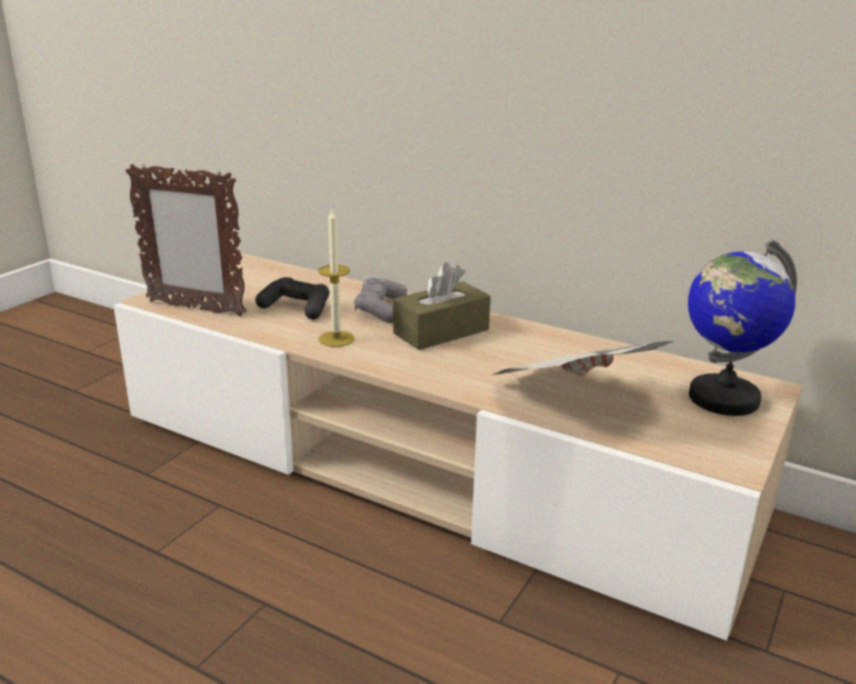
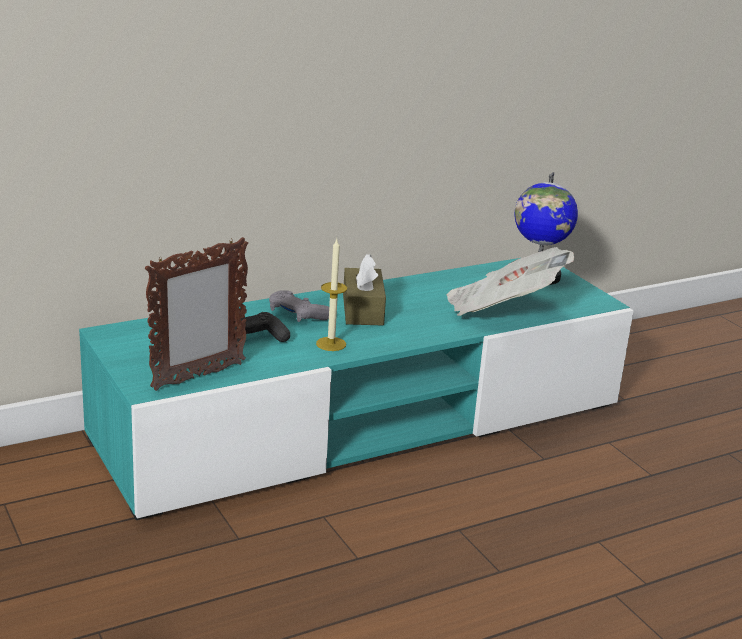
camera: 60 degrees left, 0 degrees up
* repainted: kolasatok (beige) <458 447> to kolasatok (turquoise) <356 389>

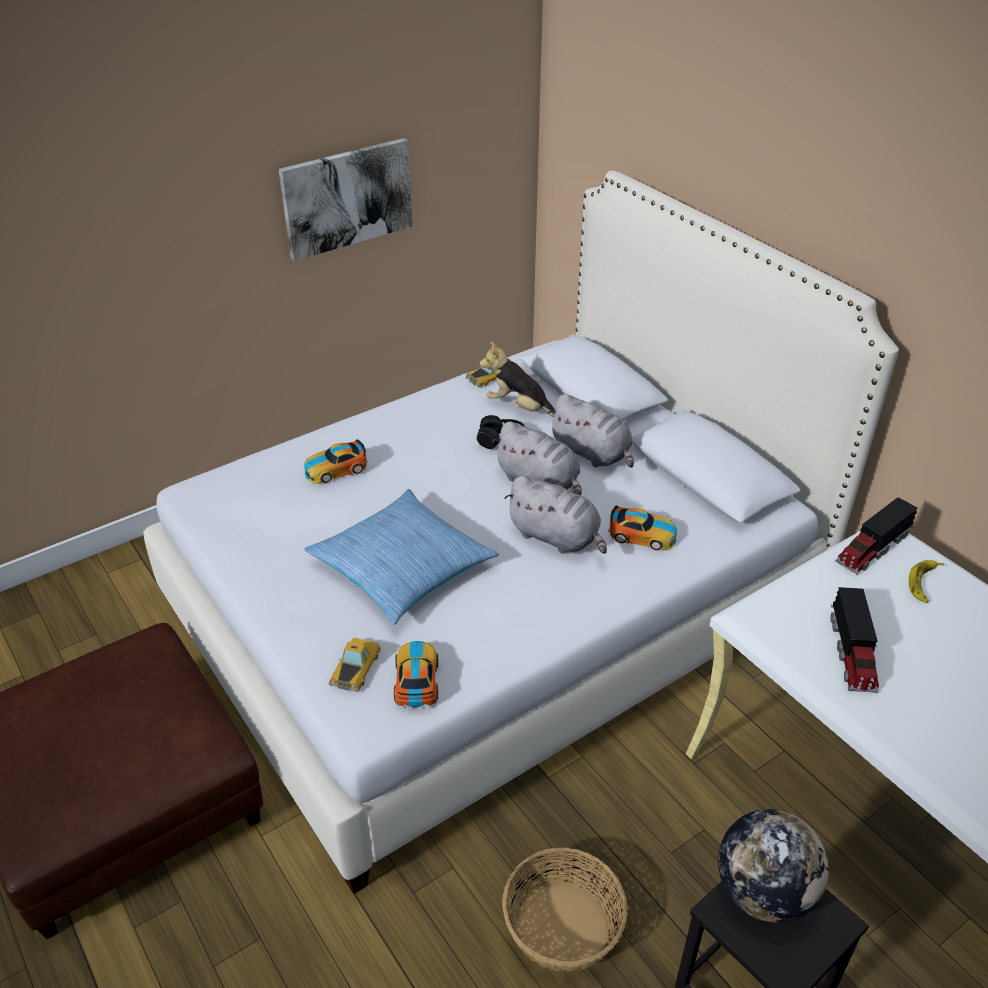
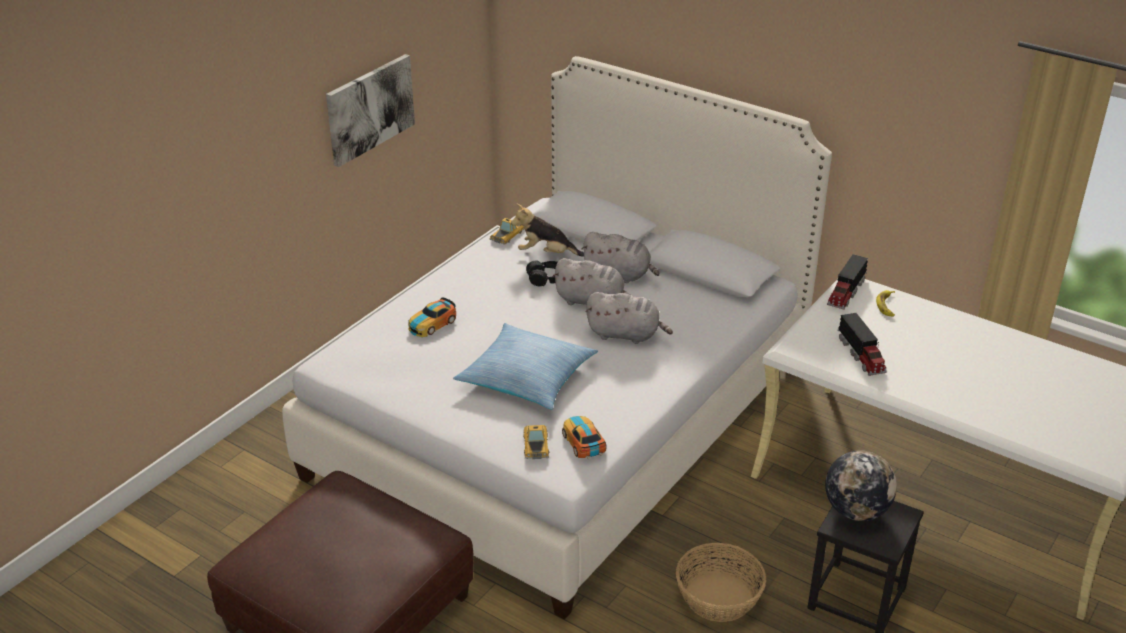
camera: 20 degrees left, 5 degrees down
* gone: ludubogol <642 528>

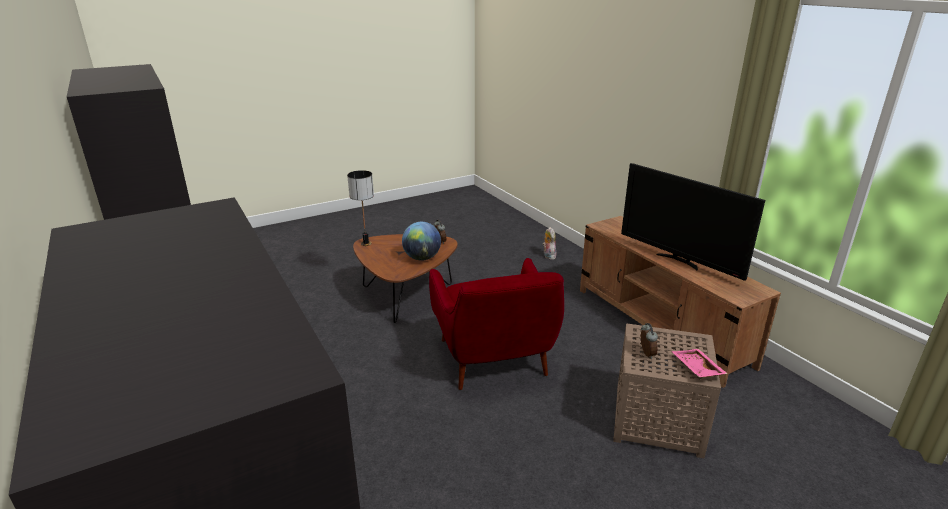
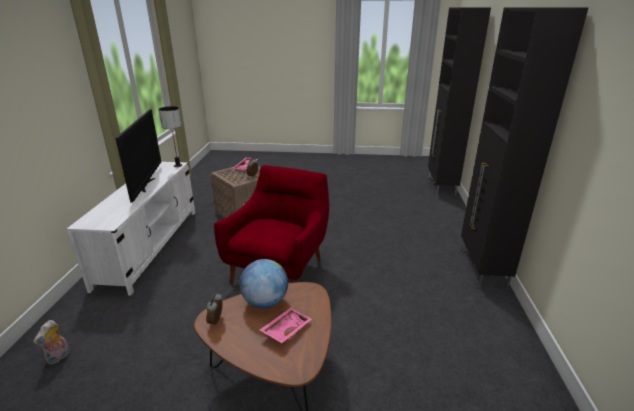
camera: 145 degrees left, 0 degrees up
* new: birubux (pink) <286 325>
* shifted: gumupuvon <360 208> to <170 136>
* repainted: kolasatok (brown) <680 302> to kolasatok (white) <131 229>

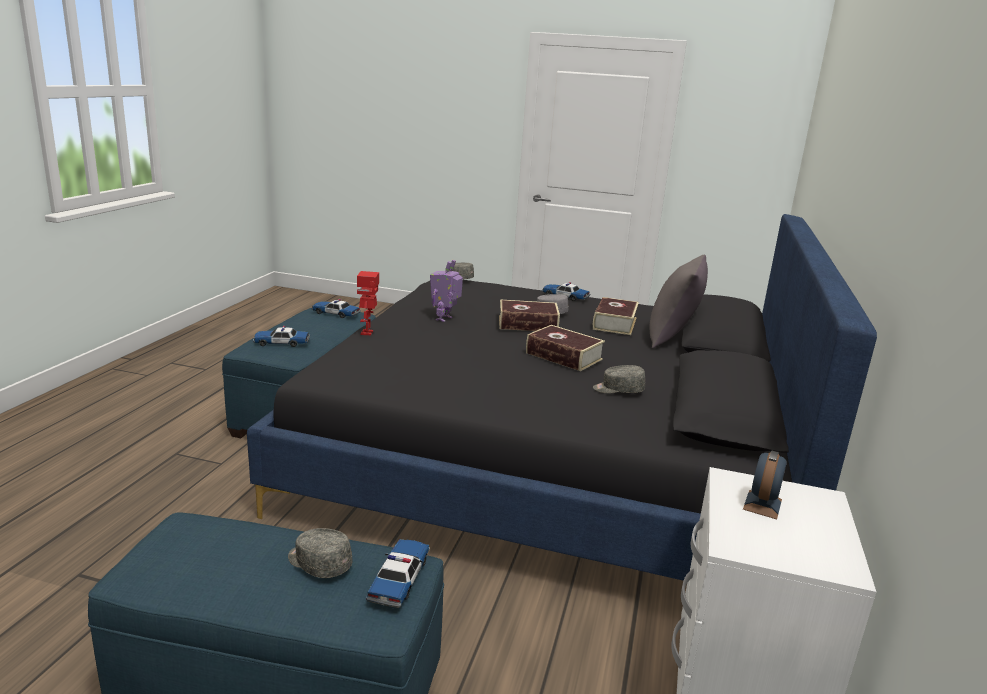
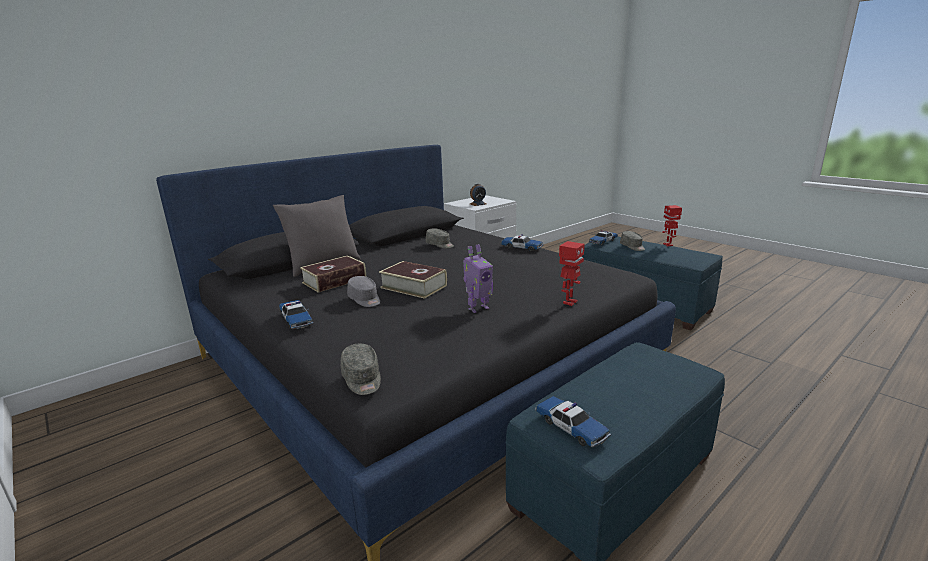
camera: 145 degrees left, 0 degrees up
* gone: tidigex <565 348>
* new: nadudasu <672 225>
* shifted: ludubogol <281 336> to <522 242>

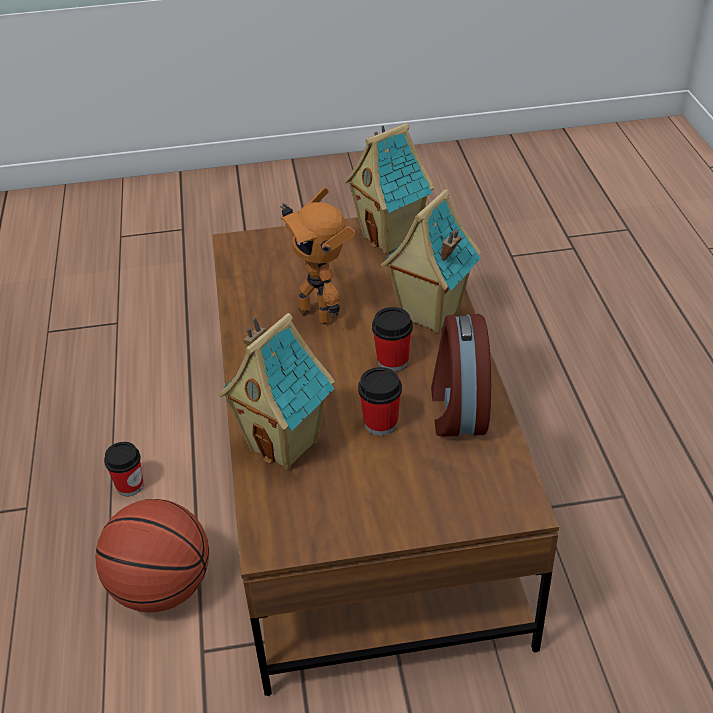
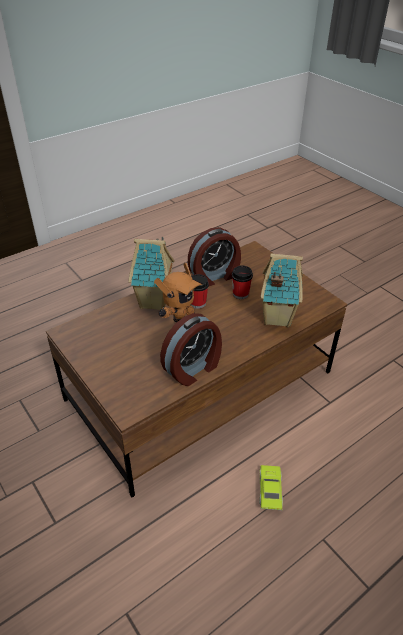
camera: 120 degrees left, 0 degrees up
* gone: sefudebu <152 556>
* gone: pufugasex <389 188>
* new: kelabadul <191 349>
* swapped: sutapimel <124 469> to ludubogol (green) <271 487>

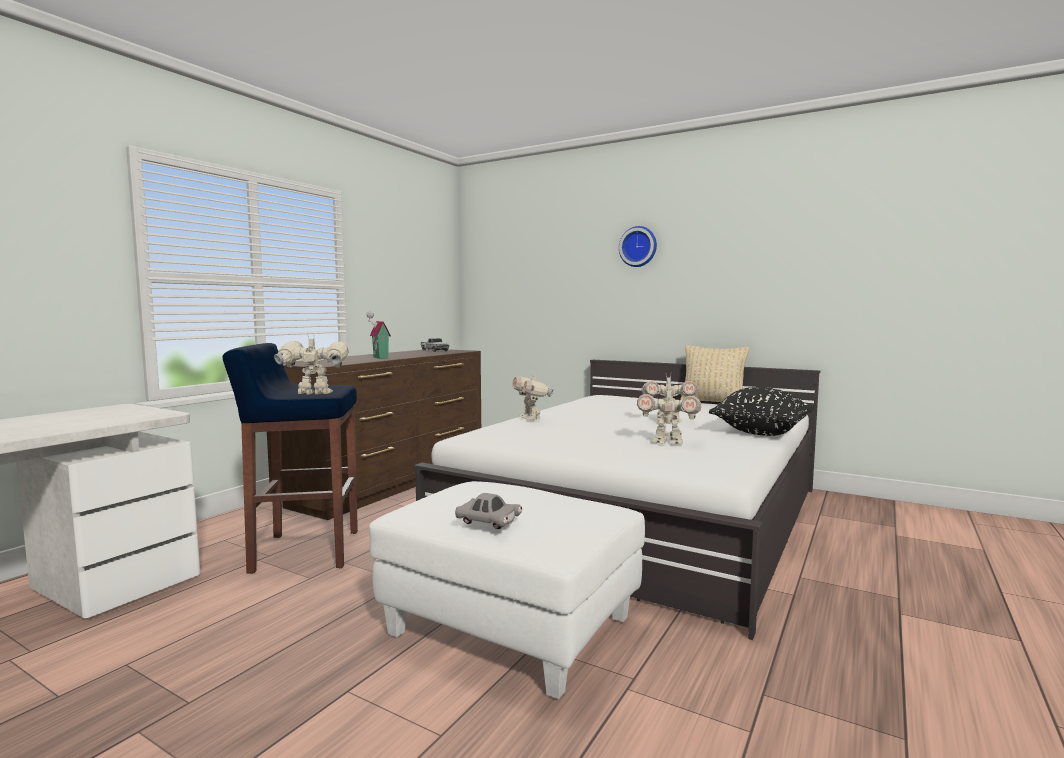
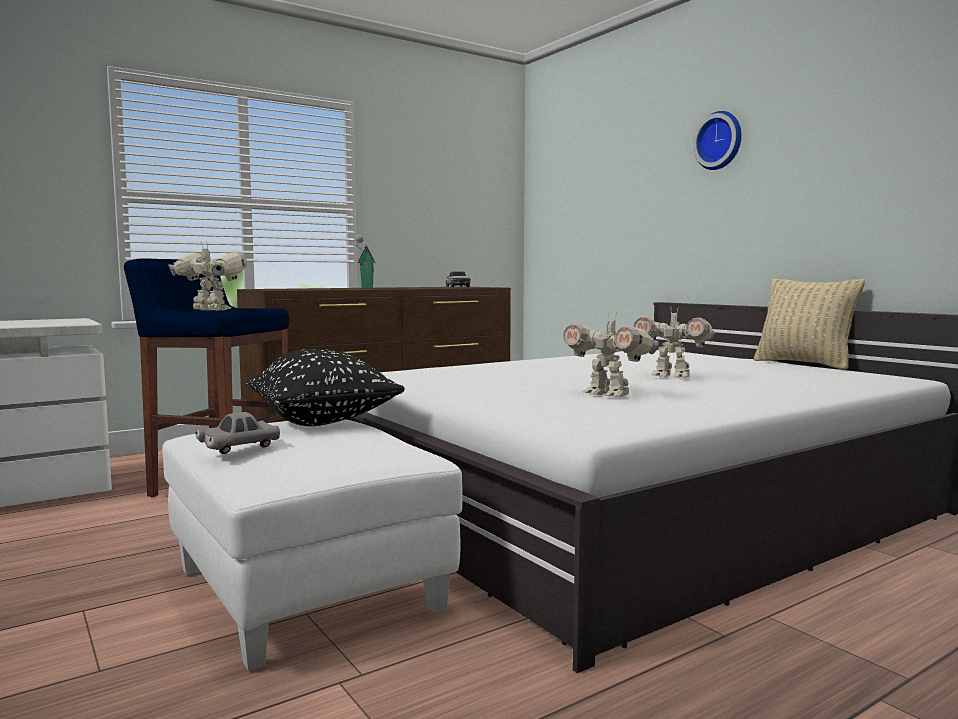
camera: 25 degrees right, 0 degrees up
* gone: nadudasu <532 396>
* shifted: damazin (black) <761 411> to <325 387>
* rotated: ludubogol (grey) <488 511> = <238 433> 90 degrees clockwise

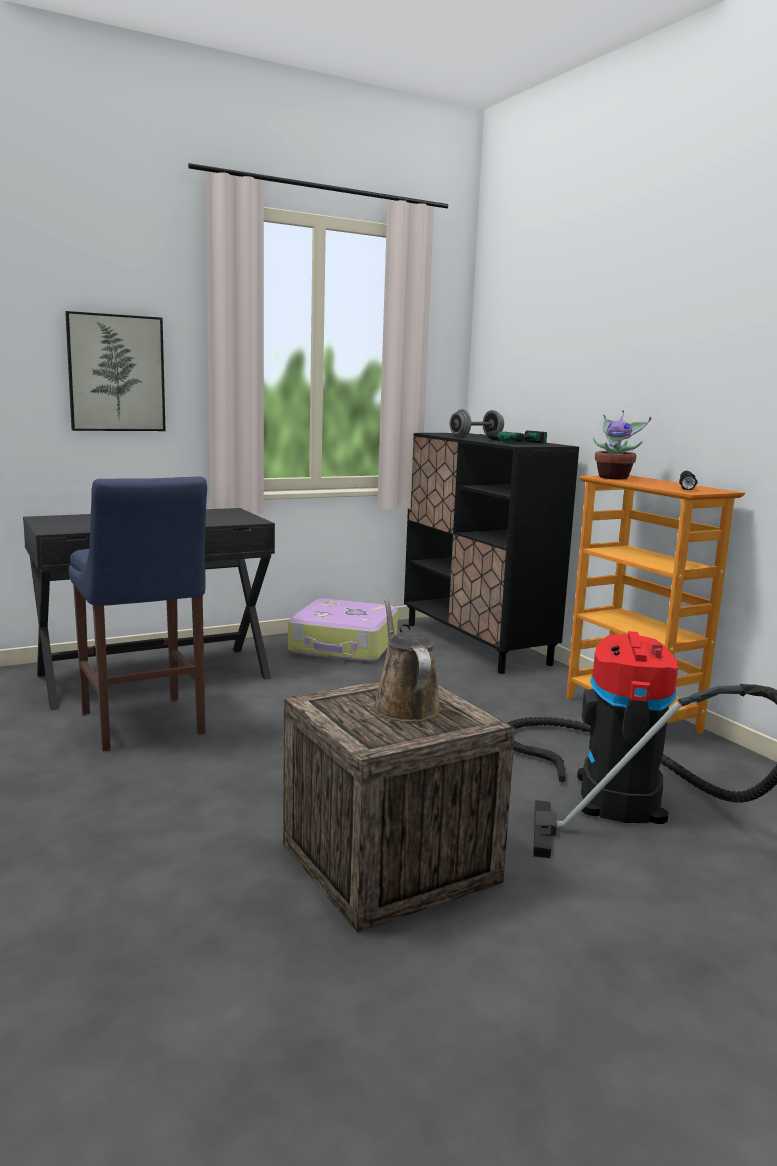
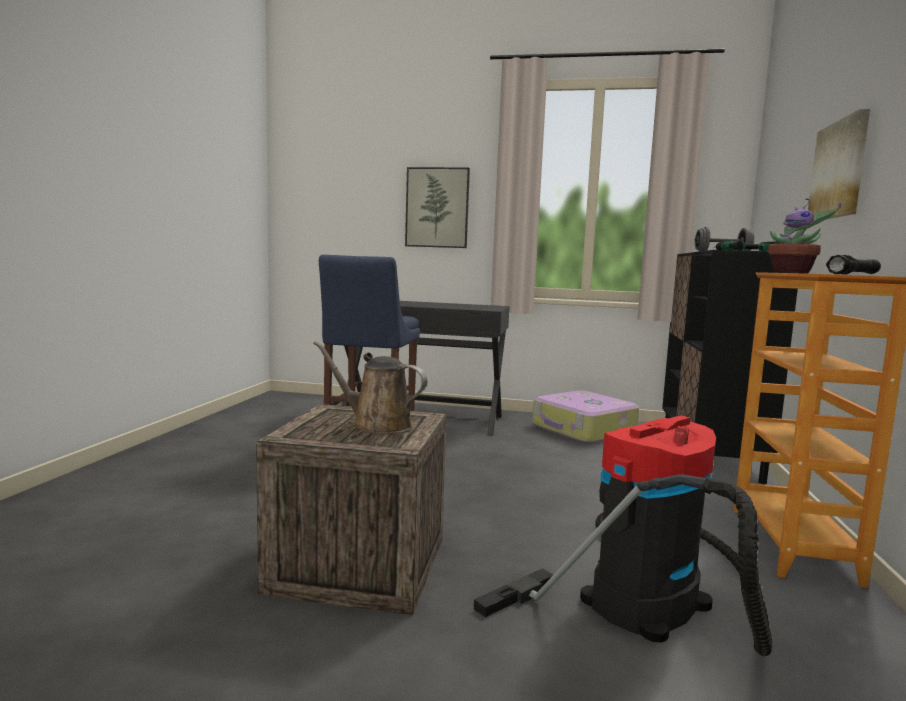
camera: 40 degrees right, 5 degrees down
* new: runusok <839 164>
* rotated: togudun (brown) <407 660> = <370 387> 90 degrees counterclockwise

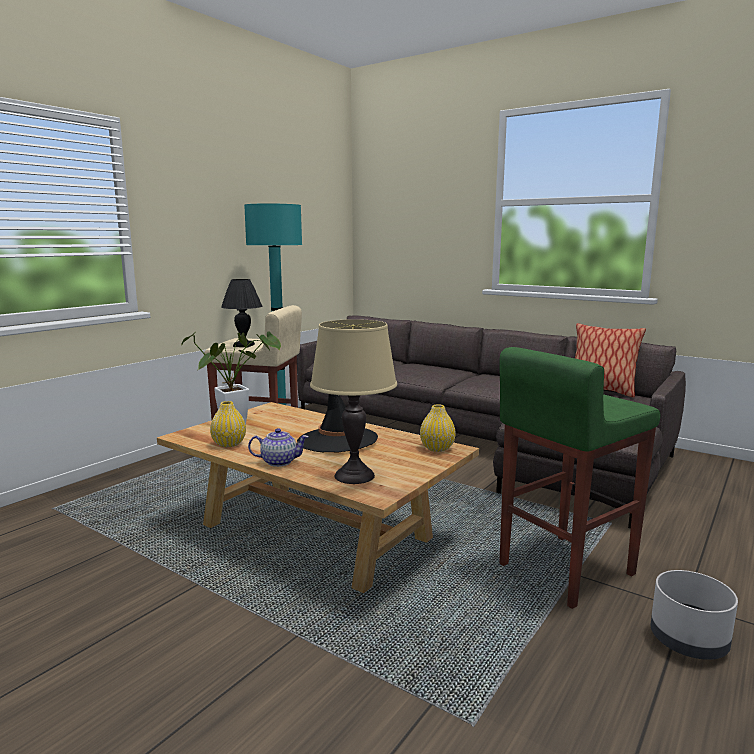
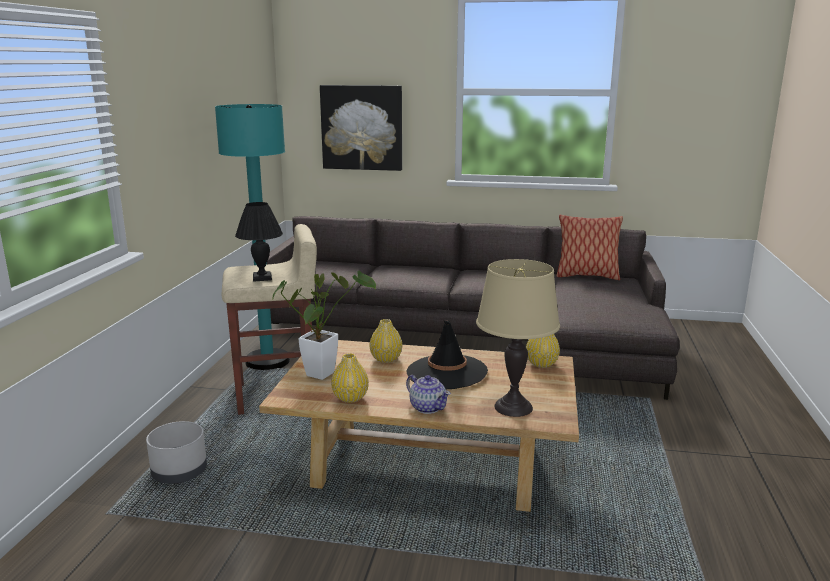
camera: 25 degrees left, 5 degrees up
* gone: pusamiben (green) <579 478>
* new: runusok <361 128>
* new: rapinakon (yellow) <385 341>
* shifted: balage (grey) <694 615> to <176 452>
* rotated: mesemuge <278 447> = <428 394> 75 degrees clockwise

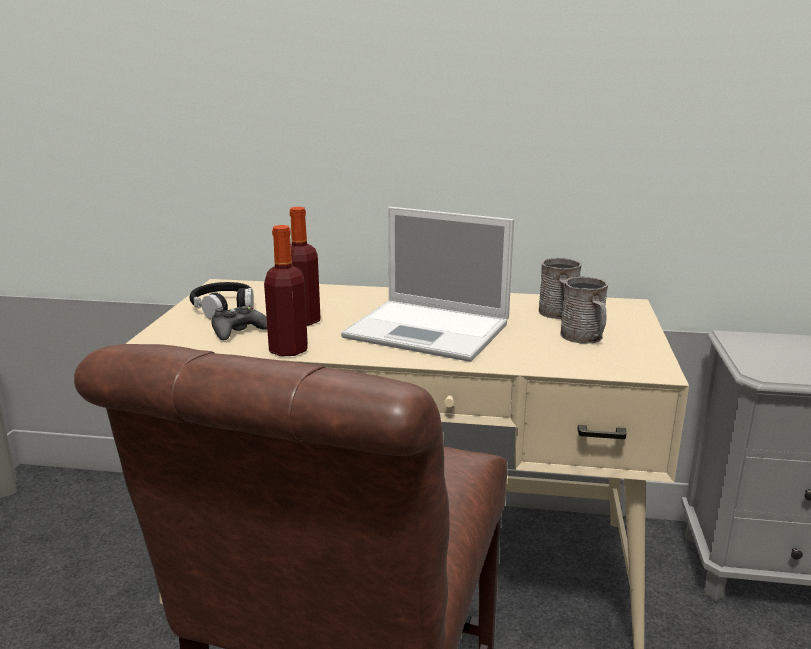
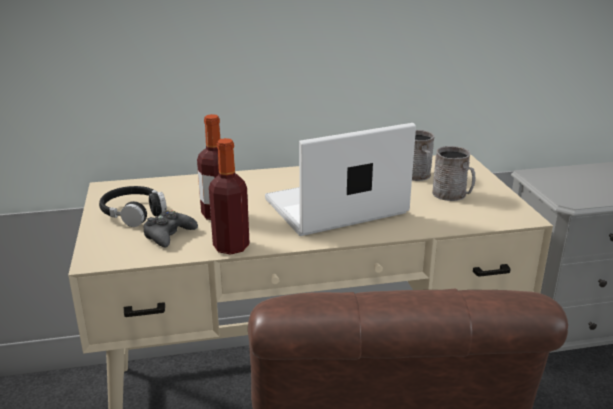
camera: 20 degrees left, 5 degrees up
* rotated: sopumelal <427 284> = <340 179> 150 degrees clockwise

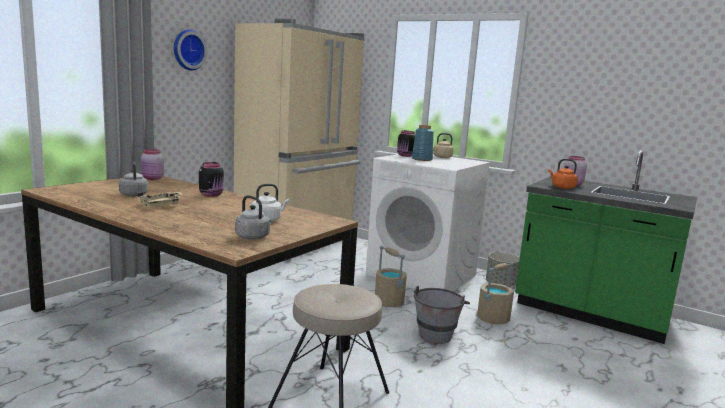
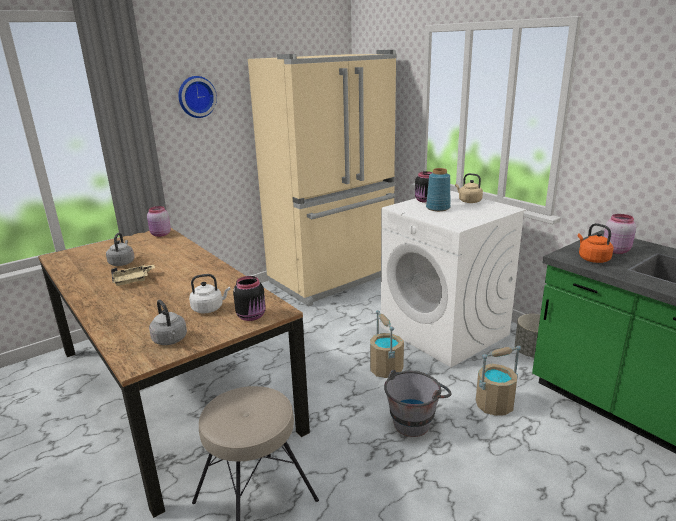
camera: 20 degrees right, 10 degrees up
* shifted: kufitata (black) <211 179> to <249 298>

